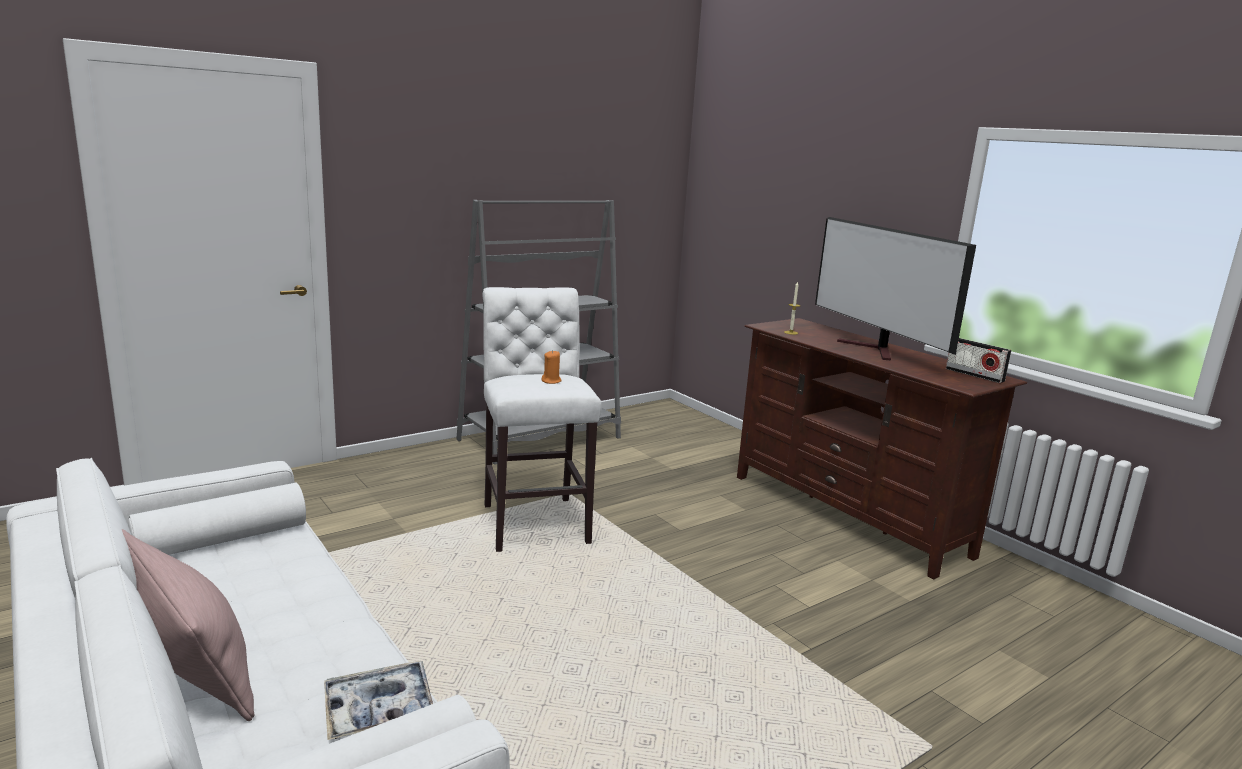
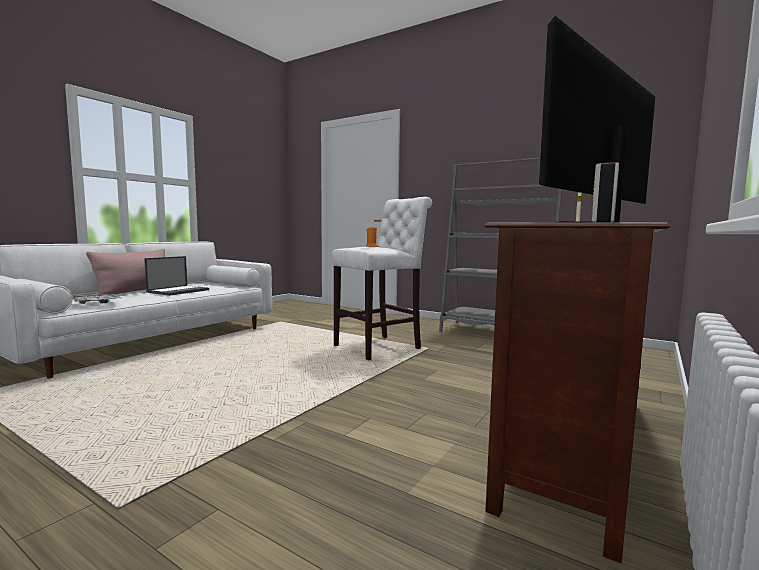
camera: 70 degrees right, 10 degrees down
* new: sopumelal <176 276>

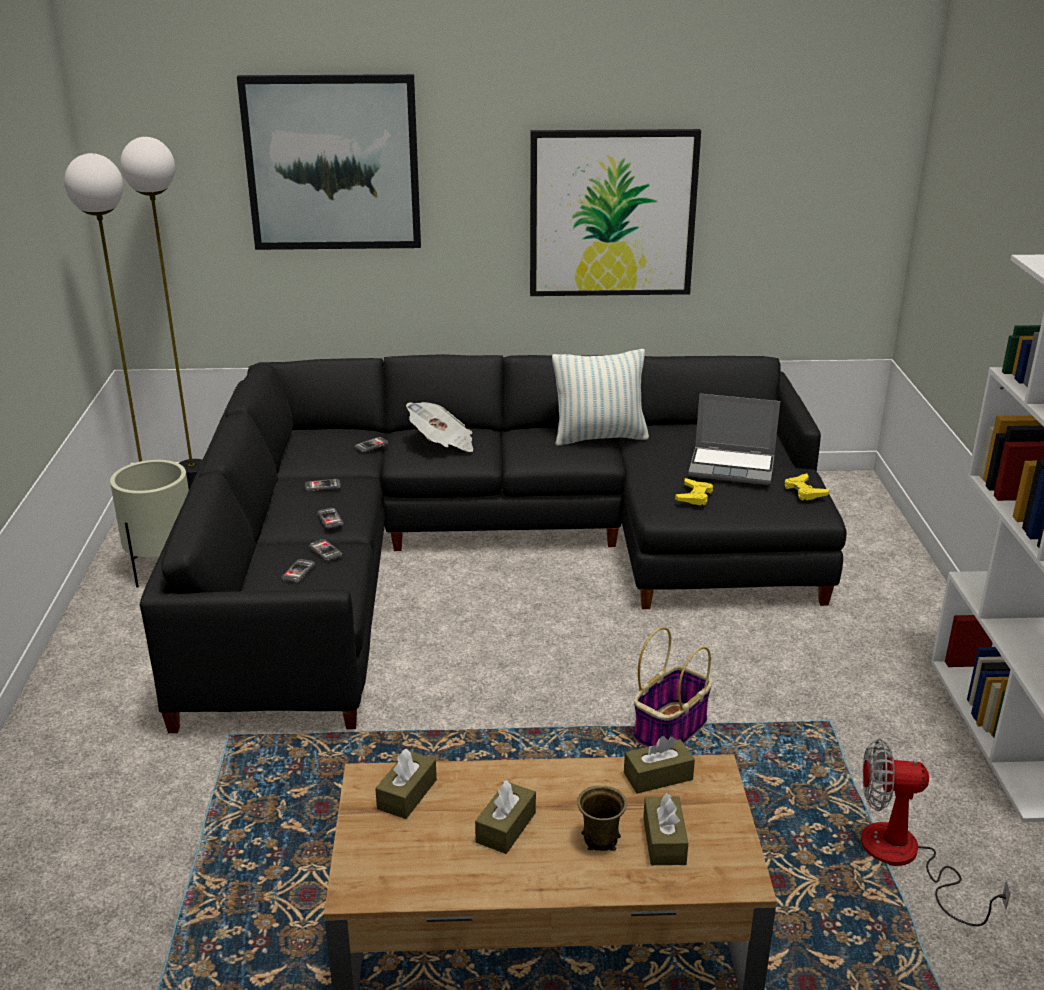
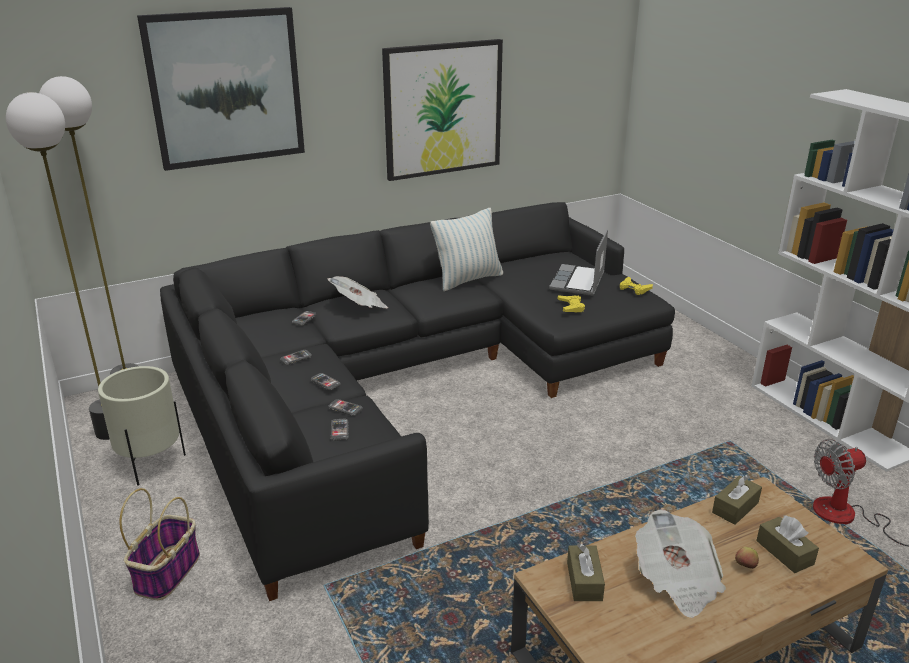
camera: 25 degrees left, 0 degrees up
* shifted: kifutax <673 687> to <159 544>
* swapped: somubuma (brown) <505 817> to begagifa <680 563>
* swapped: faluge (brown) <602 818> to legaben <747 558>
* rotated: sopumelal <734 439> = <578 263> 120 degrees clockwise

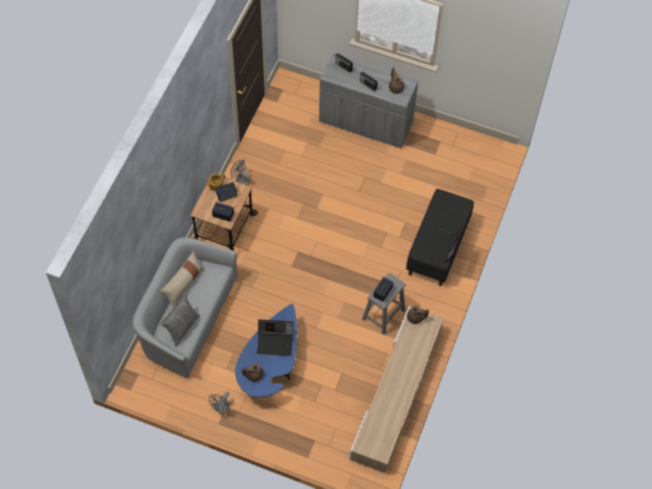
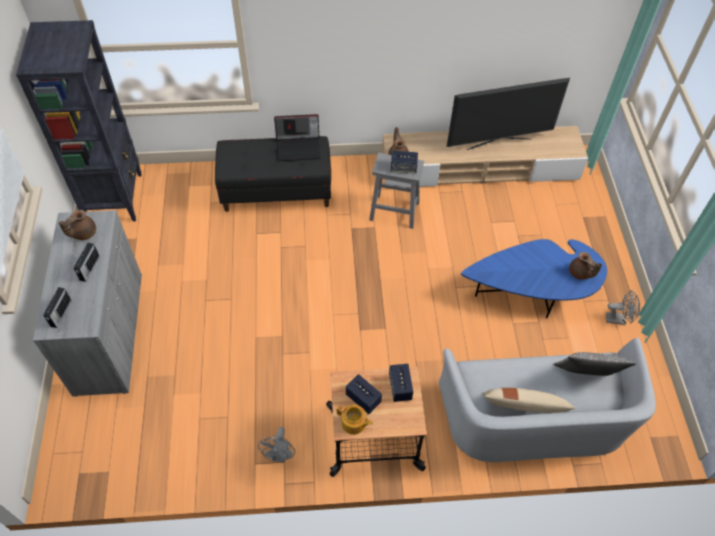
camera: 115 degrees left, 5 degrees down
* gone: sopumelal <275 337>
* new: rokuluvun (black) <79 120>
* new: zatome <508 114>

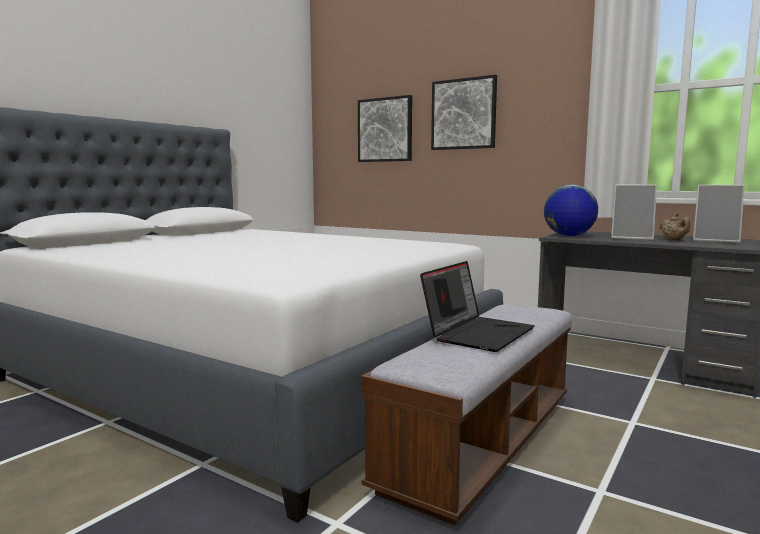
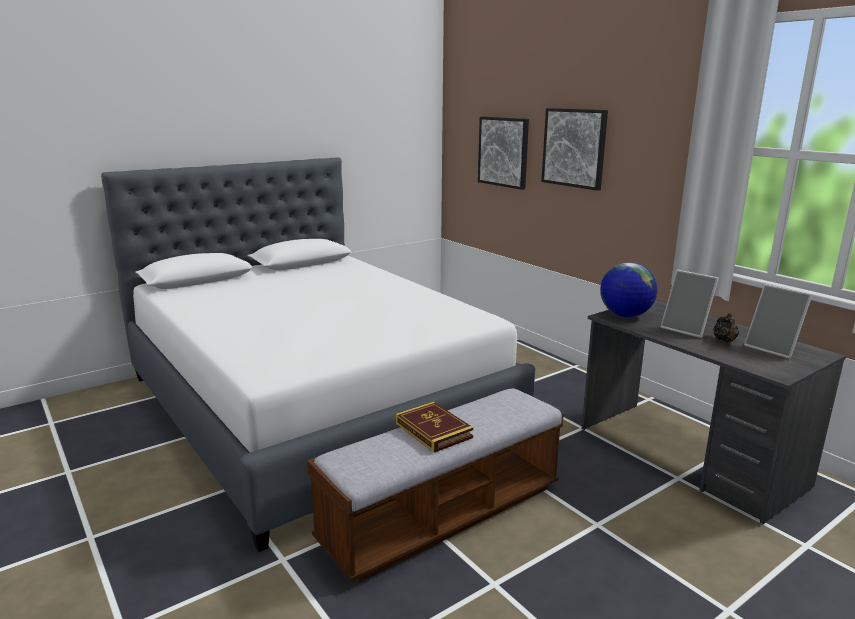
camera: 20 degrees right, 10 degrees up
* swapped: sopumelal <477 306> to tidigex <434 427>
* repainted: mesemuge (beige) <674 226> to mesemuge (black) <726 328>

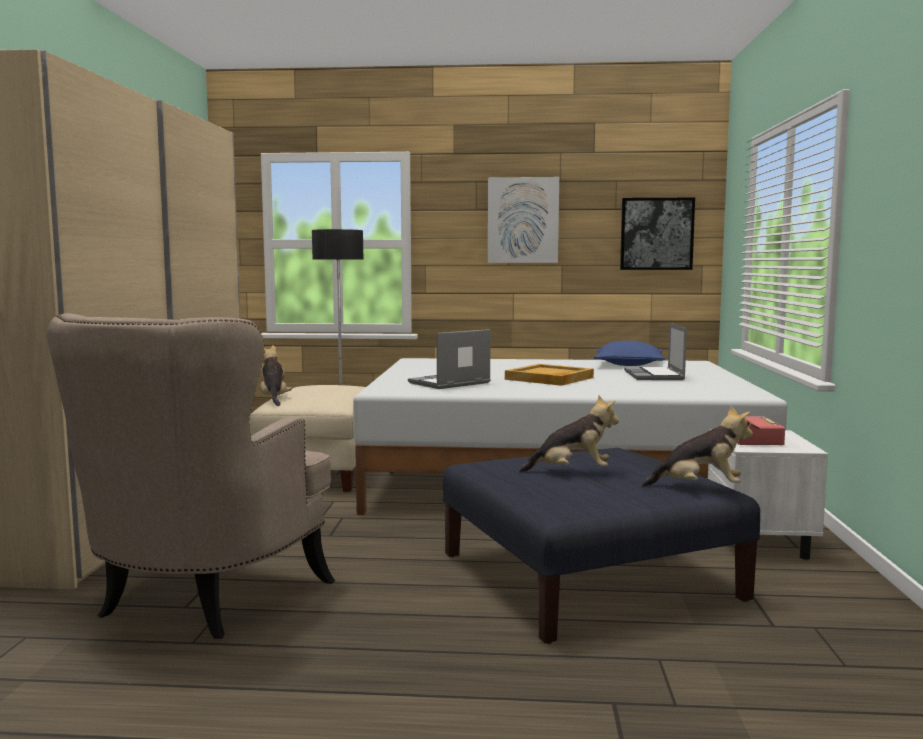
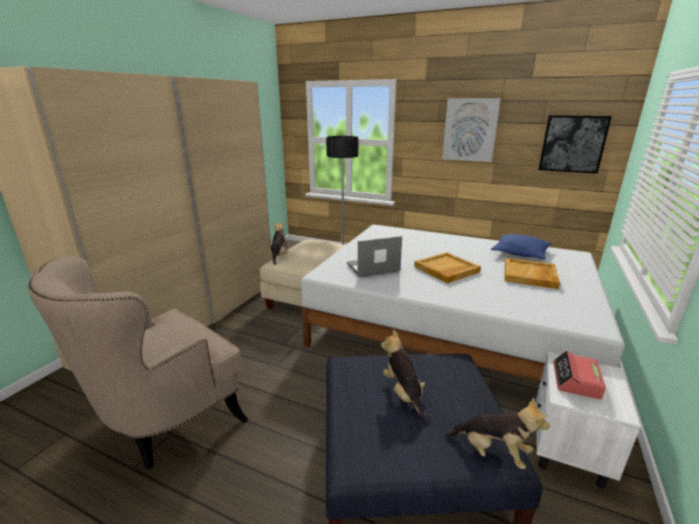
camera: 20 degrees right, 15 degrees up
* swapped: sopumelal <655 351> to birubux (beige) <532 273>
* rotated: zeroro <569 434> = <405 376> 135 degrees counterclockwise

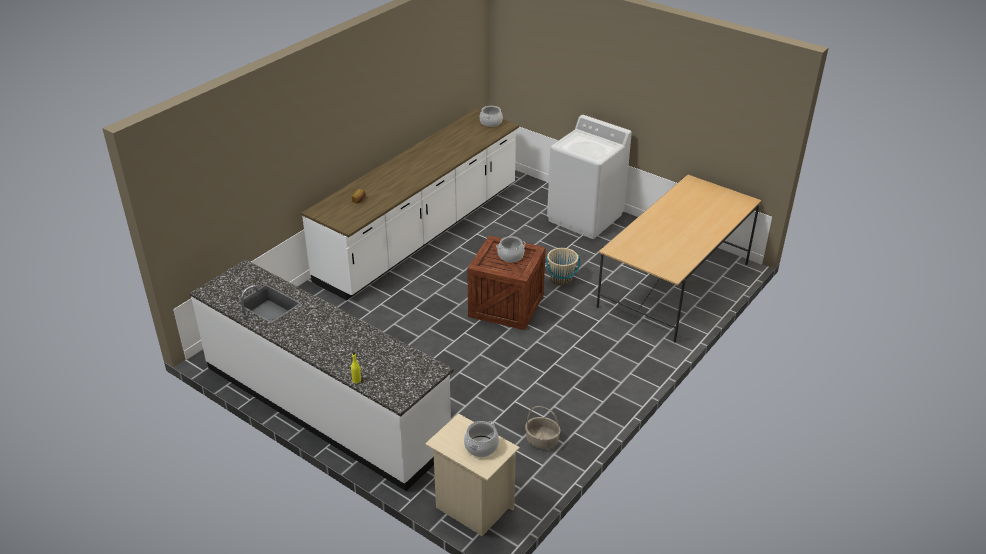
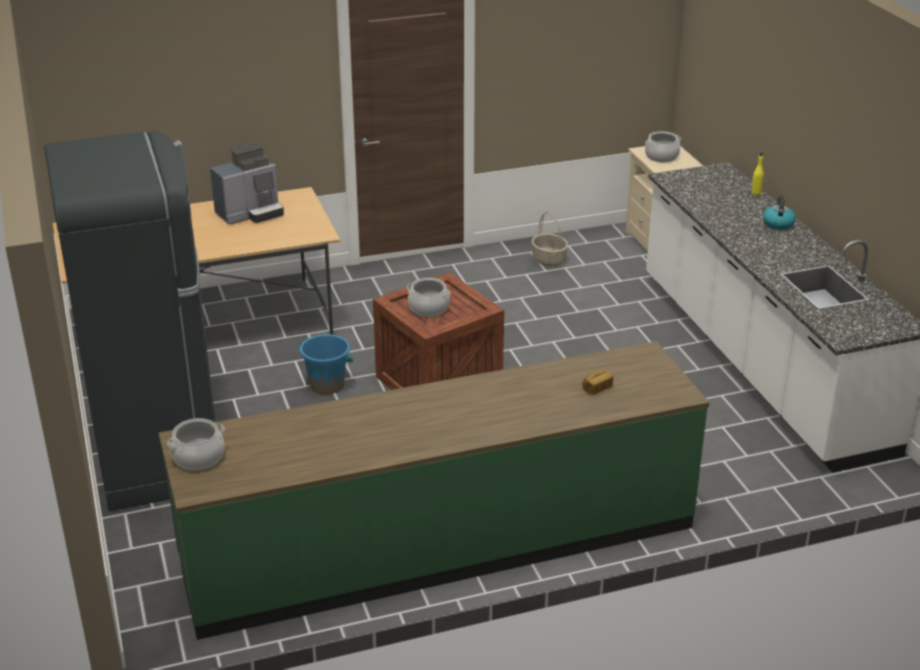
camera: 145 degrees left, 5 degrees down
* new: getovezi <247 183>
* new: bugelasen <779 212>
* swapped: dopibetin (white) <589 177> to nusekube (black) <130 321>
* repainted: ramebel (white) <410 204> to ramebel (green) <434 490>
* repainted: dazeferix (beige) <563 267> to dazeferix (blue) <326 364>

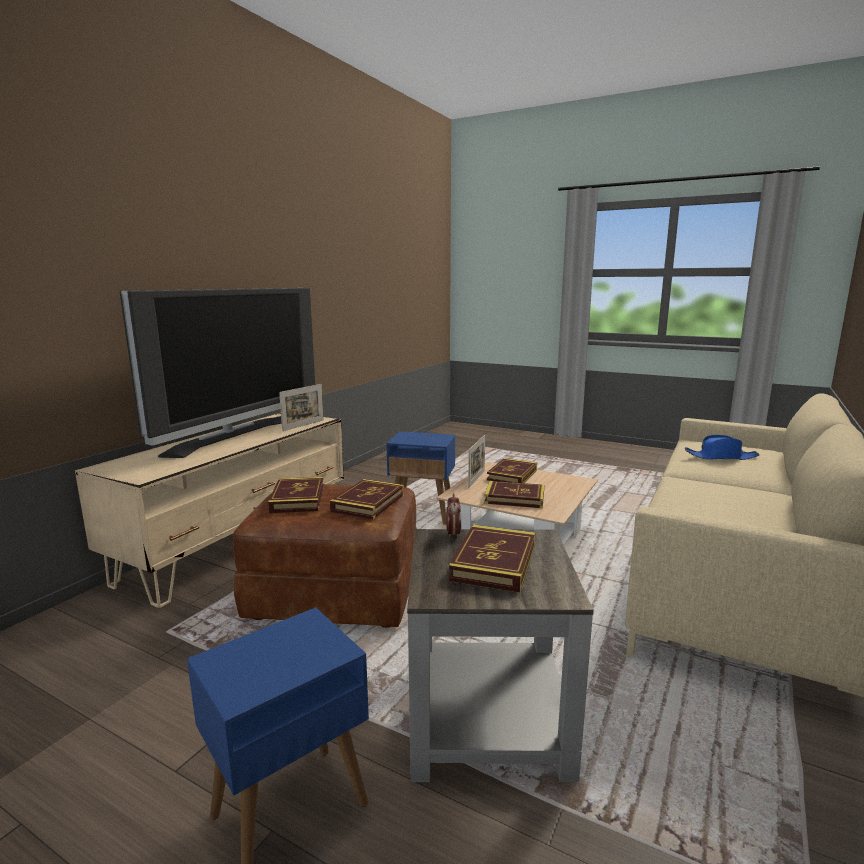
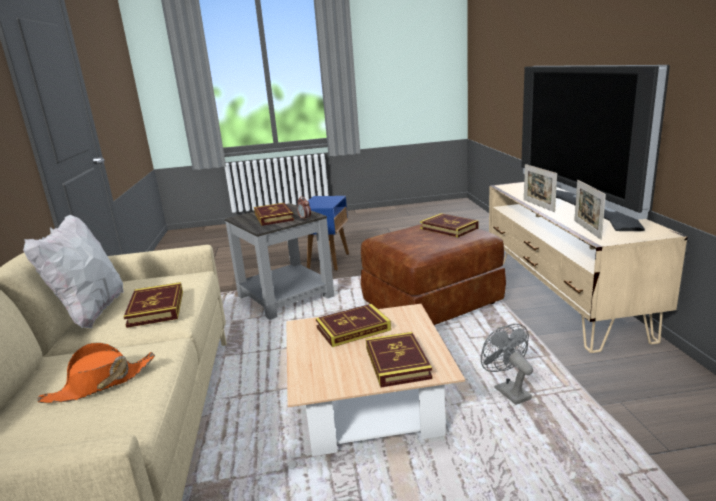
camera: 145 degrees right, 5 degrees up
* new: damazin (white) <73 271>
* shifted: tidigex <367 499> to <153 305>
* shifted: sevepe <476 461> to <540 188>
* swapped: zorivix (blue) <421 478> to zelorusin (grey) <507 364>
* repainted: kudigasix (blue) <722 447> to kudigasix (orange) <96 373>

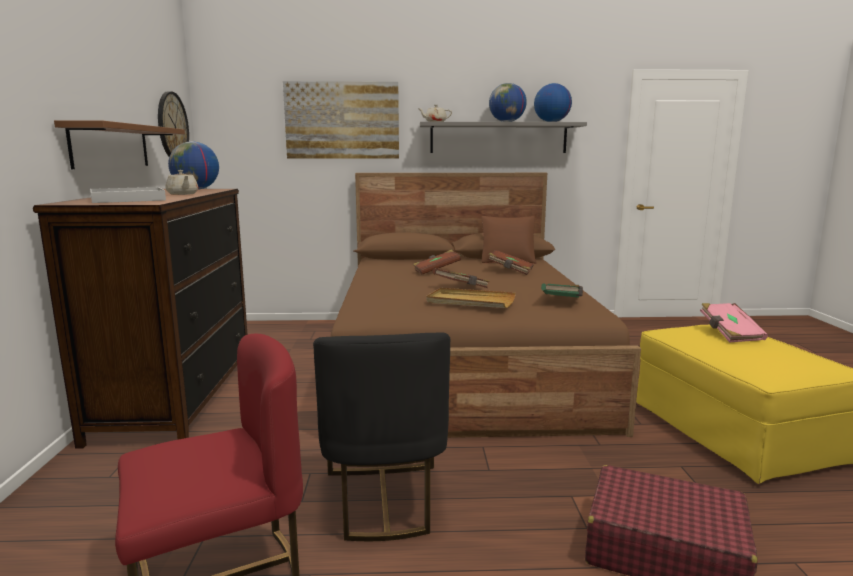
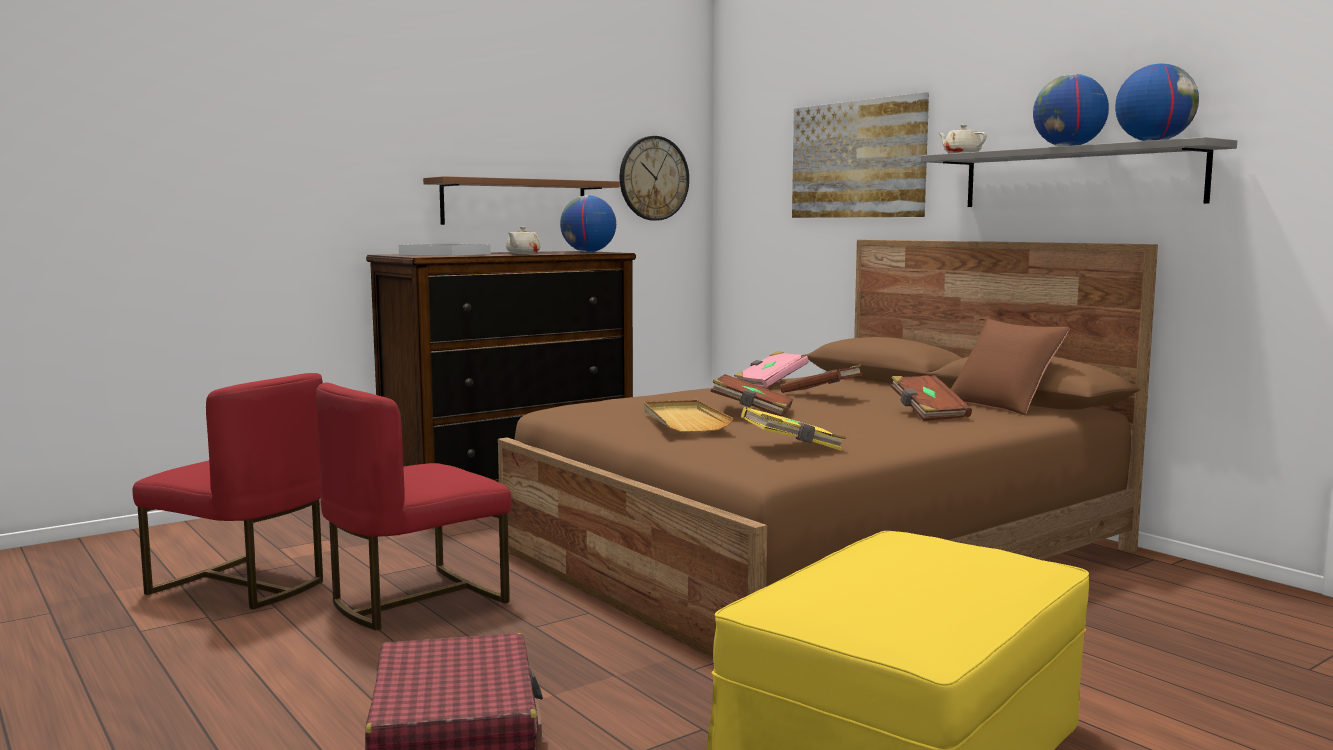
camera: 55 degrees right, 5 degrees down
* shifted: tidigex (pink) <734 323> to <771 369>
* repainted: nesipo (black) <381 436> to nesipo (red) <414 506>
* repainted: tidigex (green) <562 290> to tidigex (yellow) <793 429>

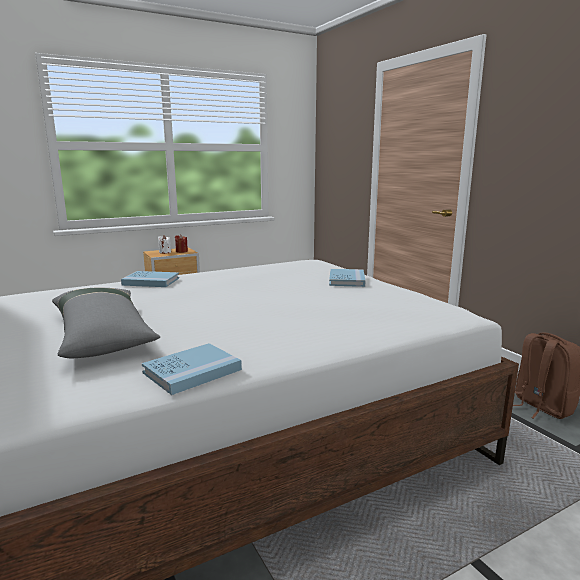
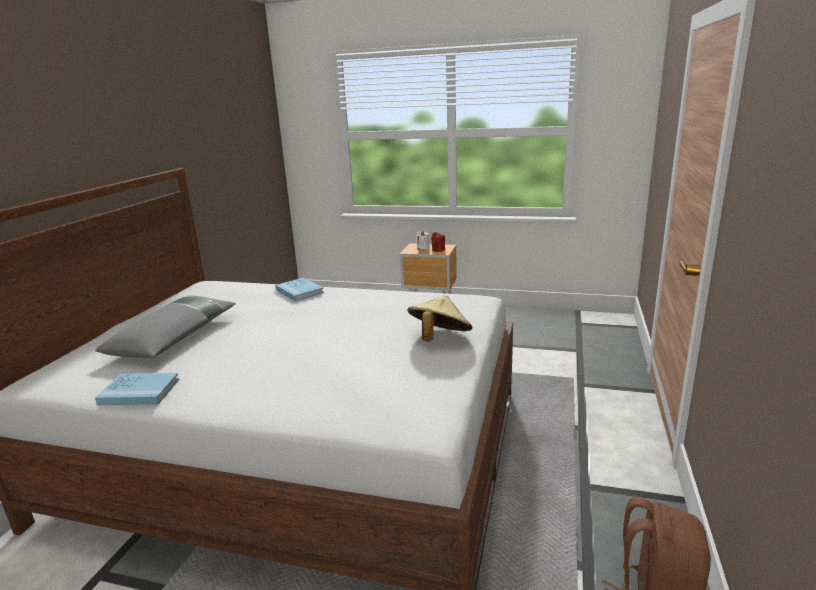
camera: 45 degrees right, 5 degrees up
* swapped: tidigex (blue) <347 278> to kudigasix (beige) <439 318>

